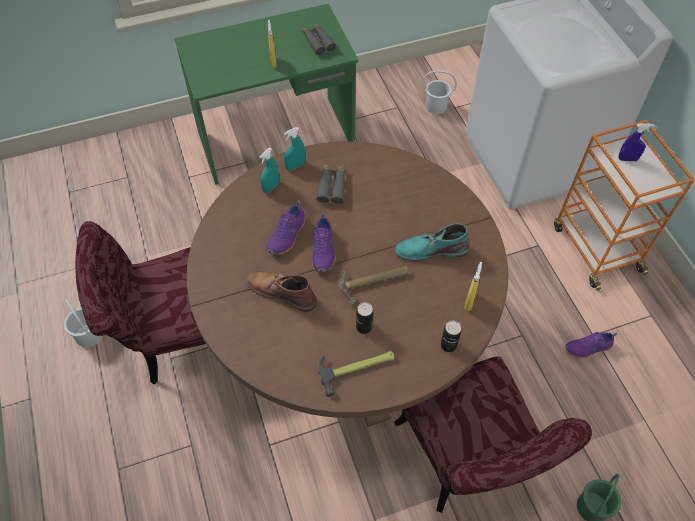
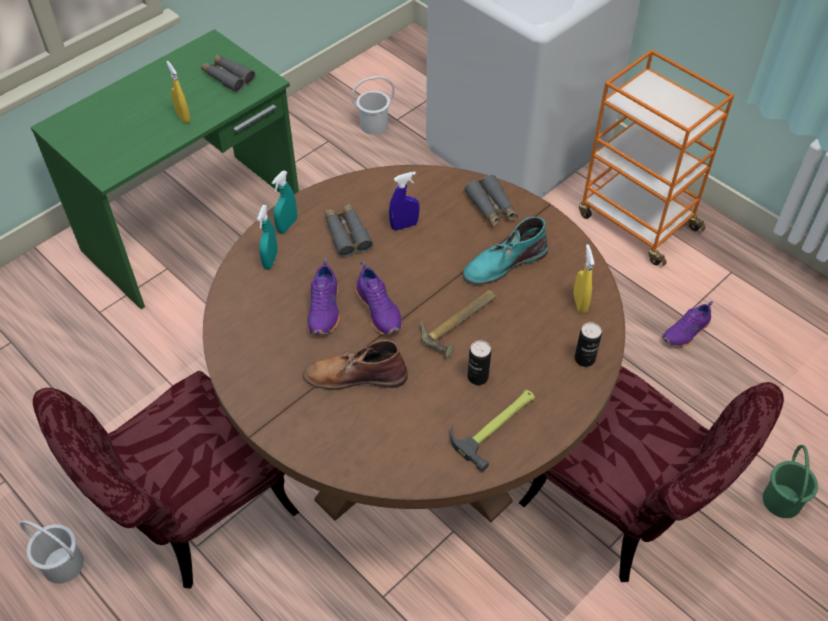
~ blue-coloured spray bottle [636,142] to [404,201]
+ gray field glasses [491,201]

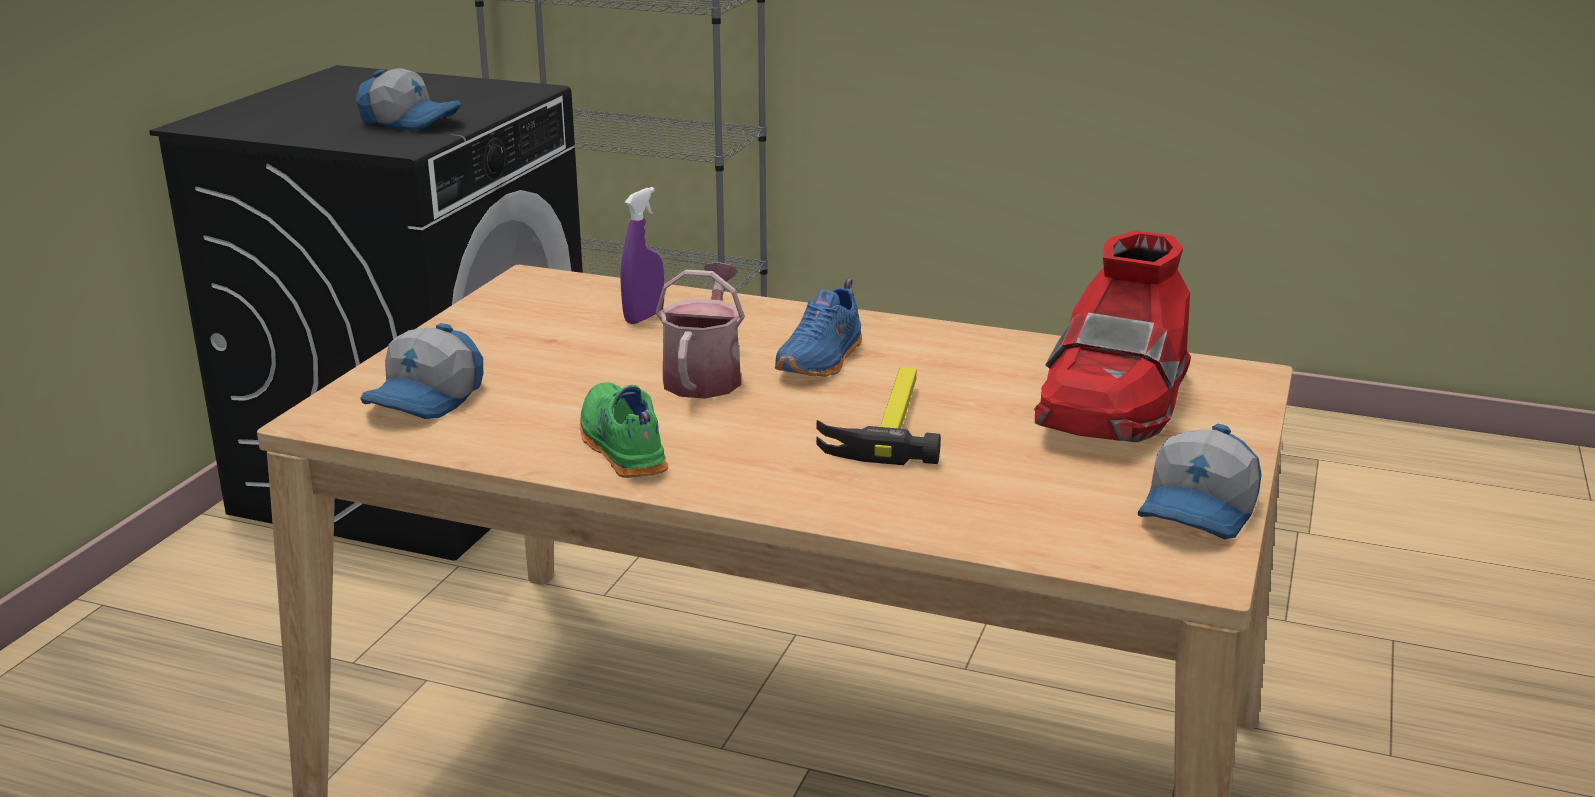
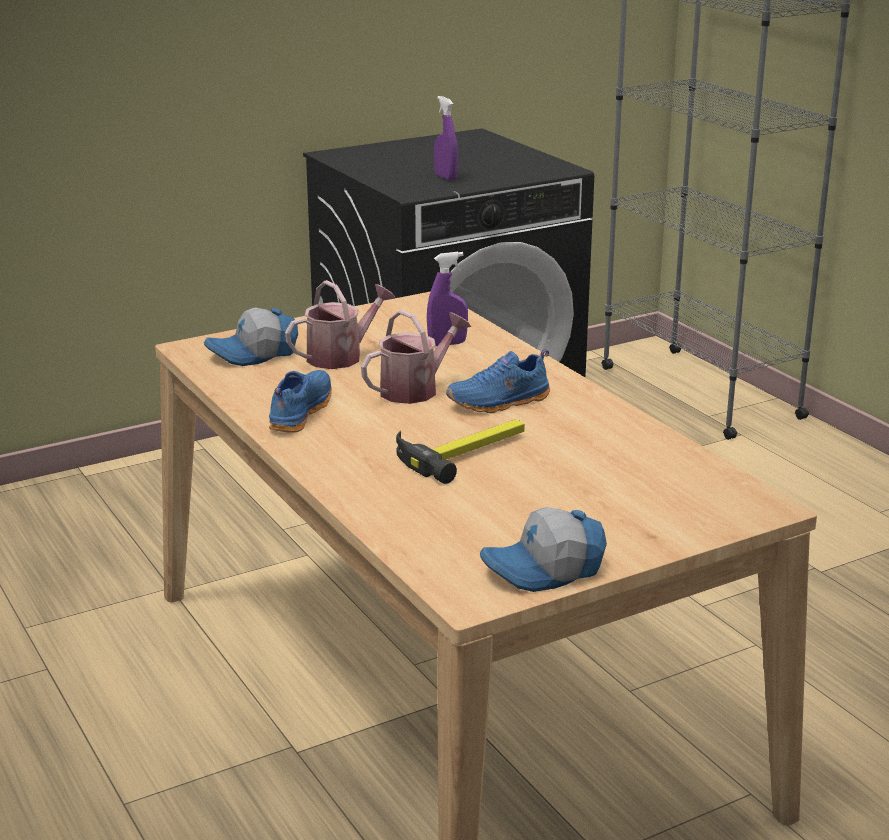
~ peaked cap [408,99] to purplish spray bottle [446,138]
~ green-coloured low shoe [624,430] to blue-coloured low shoe [300,401]
- red boot [1112,336]
+ watering pot [340,324]

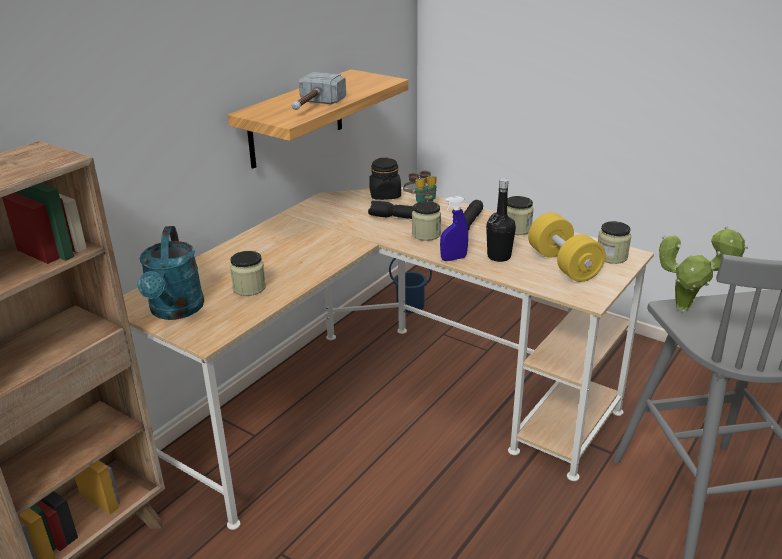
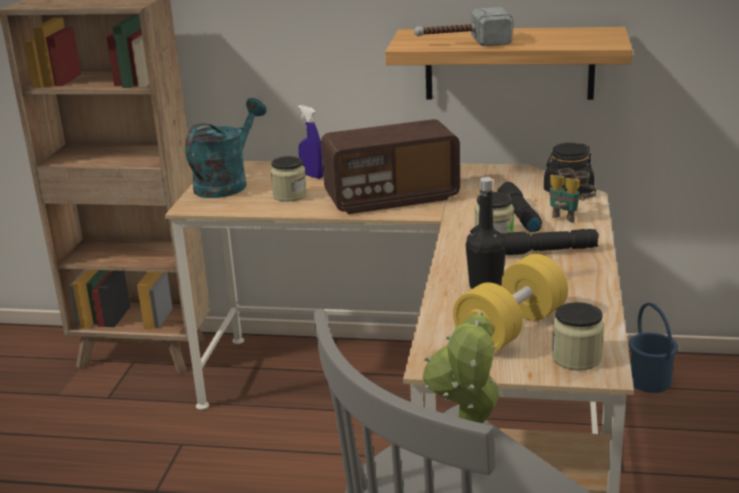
~ turquoise watering pot [171,273] = [226,148] 150 degrees clockwise
~ blue-coloured spray bottle [454,228] to [310,142]
- storage jar [520,215]
+ radio [390,166]

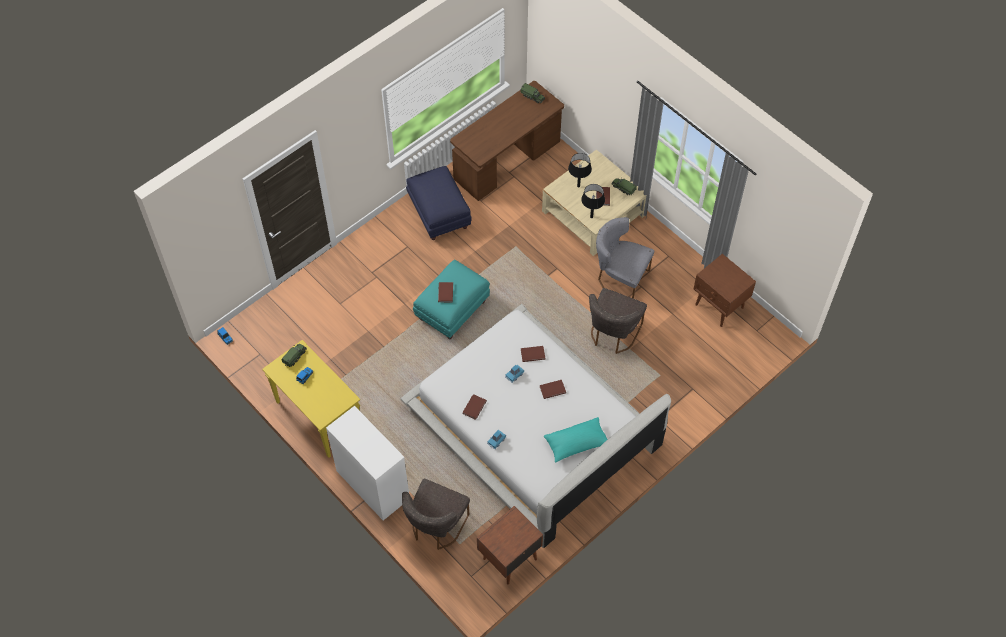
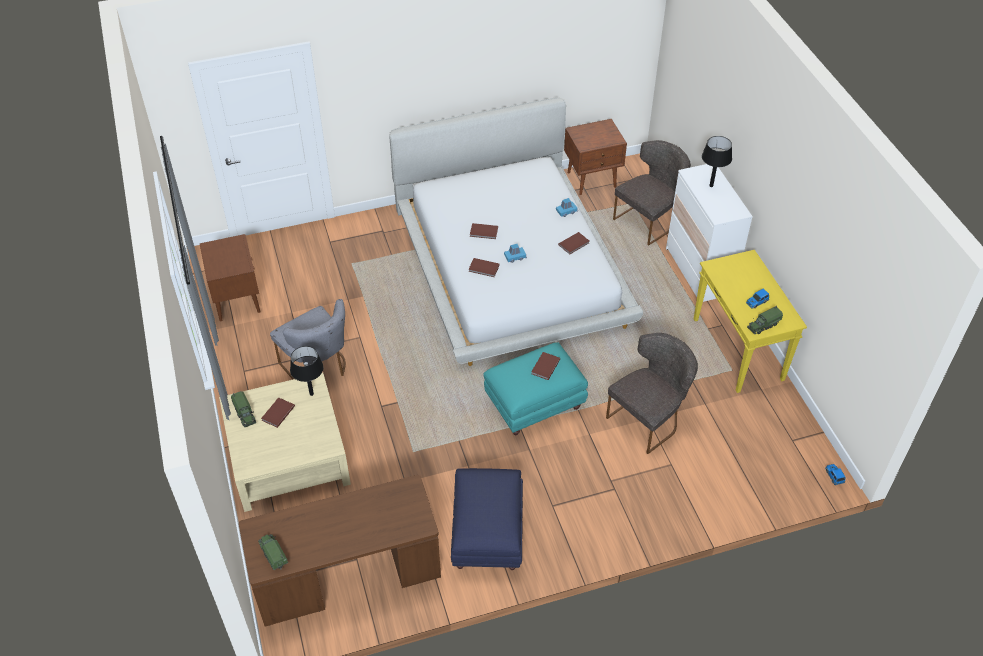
- turquoise throw pillow [576,439]
~ black-coloured table lamp [580,170] to [717,161]
~ gray plain chair [618,321] to [652,393]

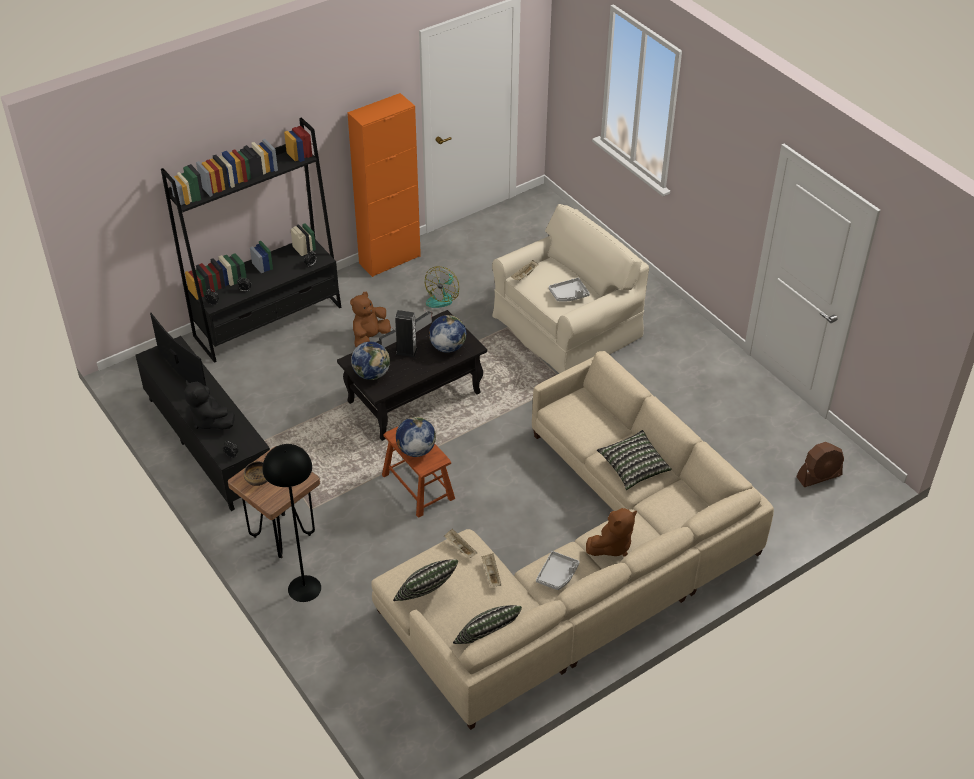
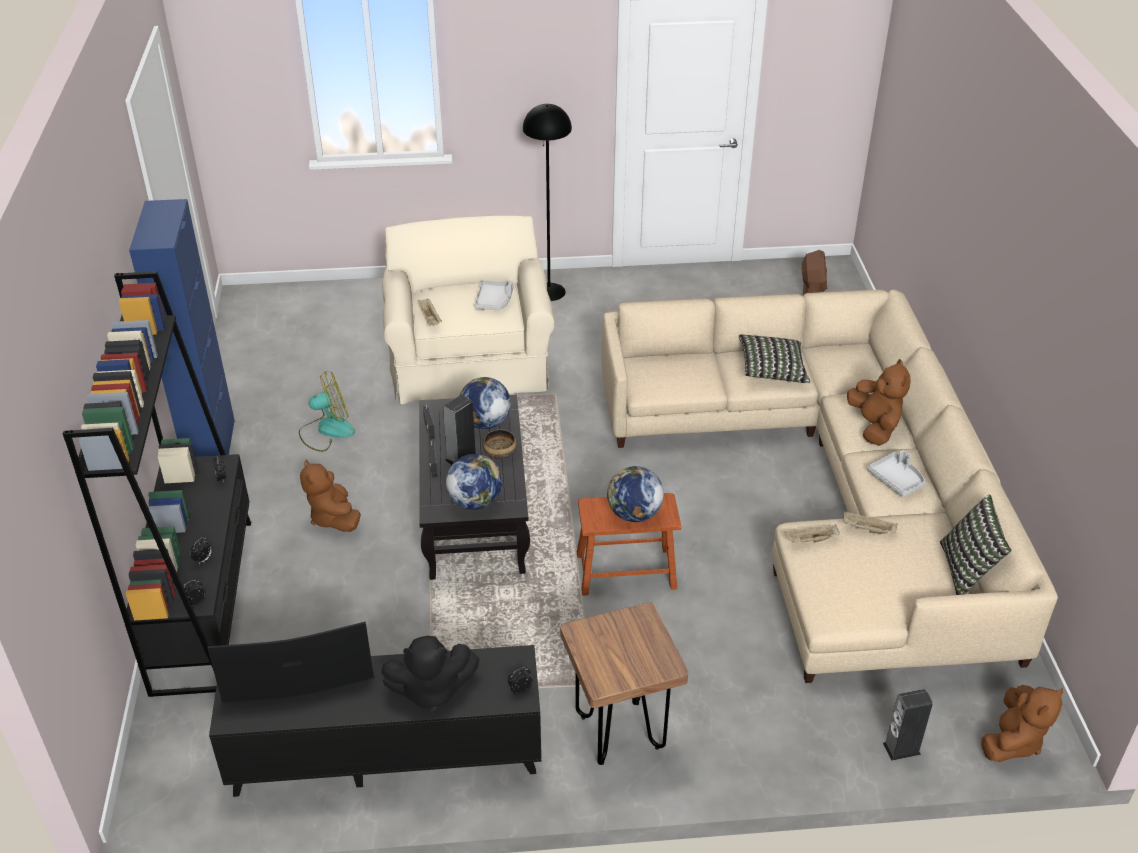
~ serving bowl [255,473] to [500,444]
~ black-coloured floor lamp [291,523] to [547,202]
~ orangey cupboard [384,185] to blue-coloured cupboard [182,328]
- throw pillow [425,580]
~ fan [442,287] = [327,411] 75 degrees counterclockwise
+ speaker [908,725]
+ brown soft toy [1022,723]

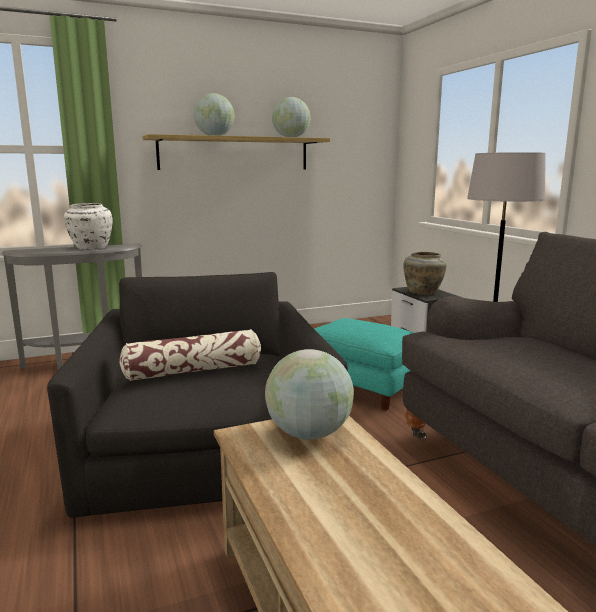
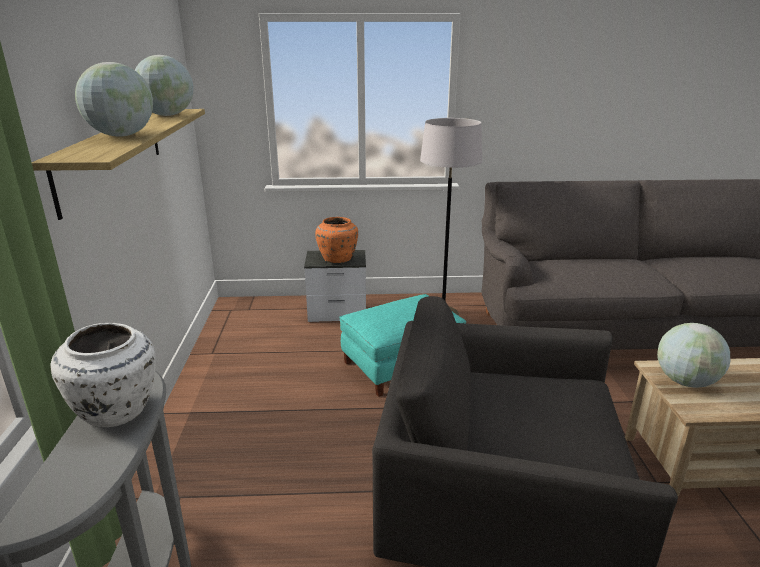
- throw pillow [190,355]
~ beige decorative vase [424,273] to orangey decorative vase [336,240]

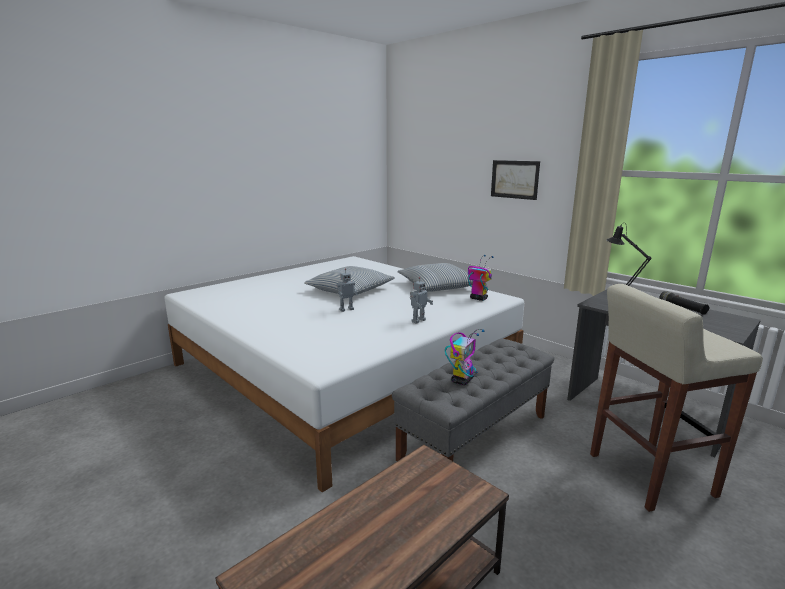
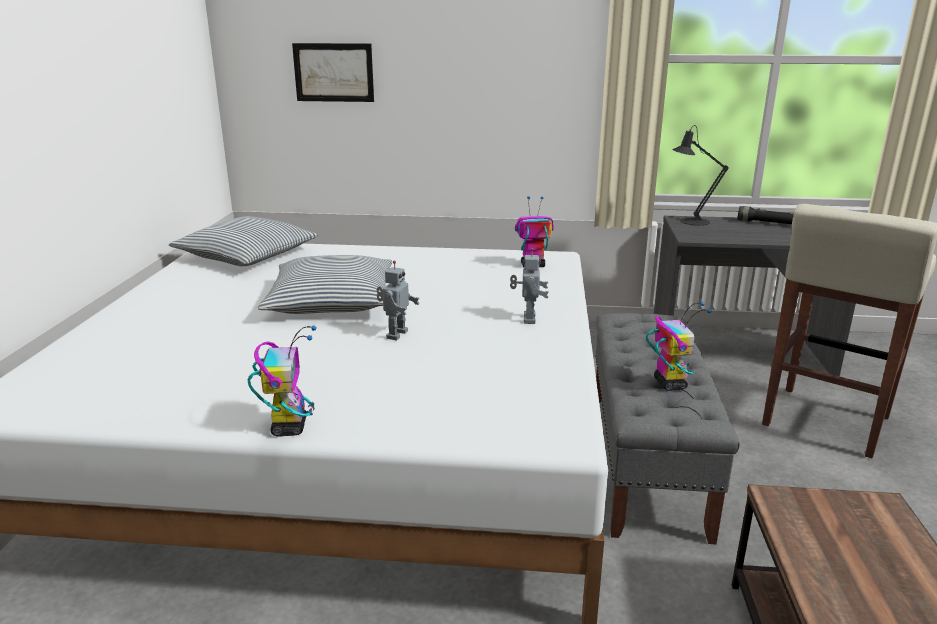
~ throw pillow [435,277] to [243,241]
~ wall picture [515,180] to [333,72]
+ model robot [282,381]

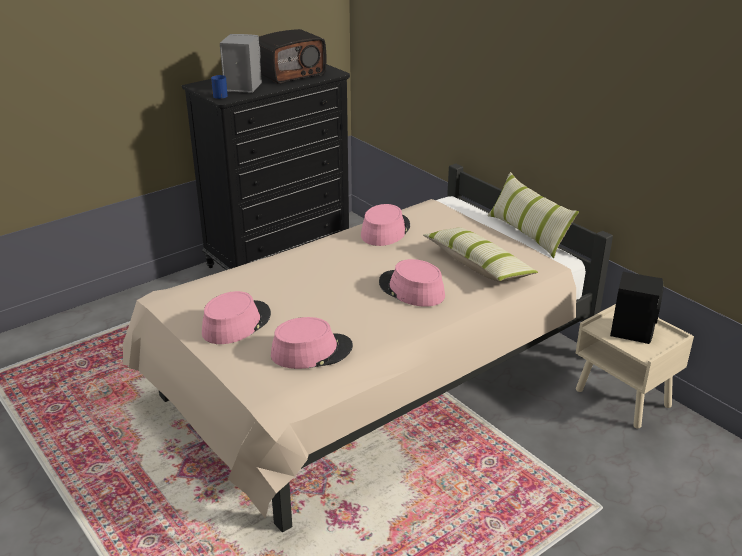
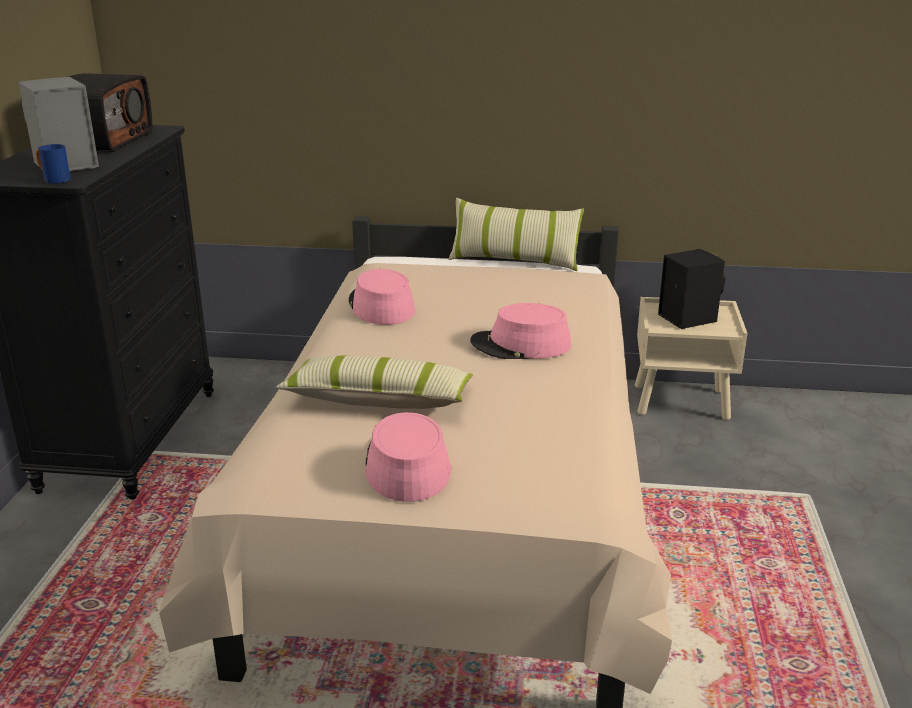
- pink wearable hat [312,343]
~ throw pillow [480,254] to [374,382]

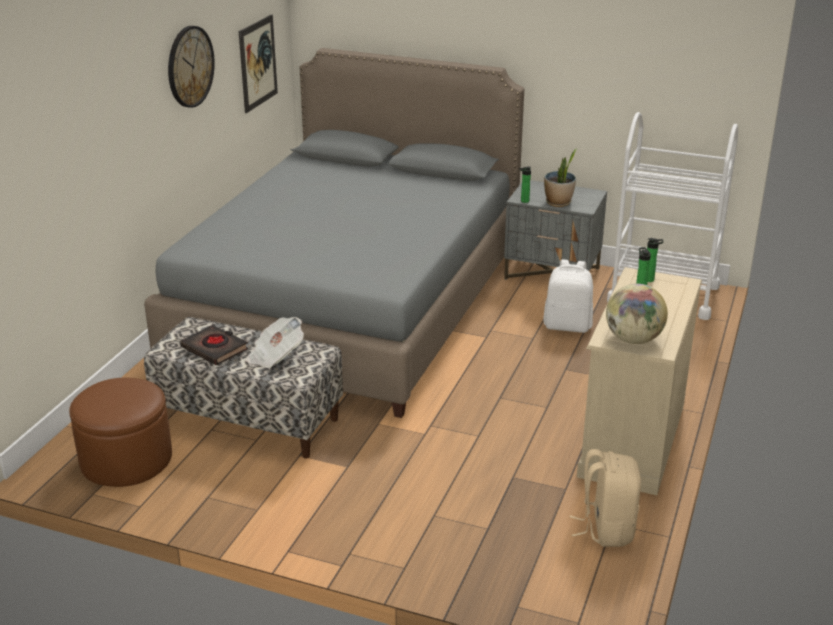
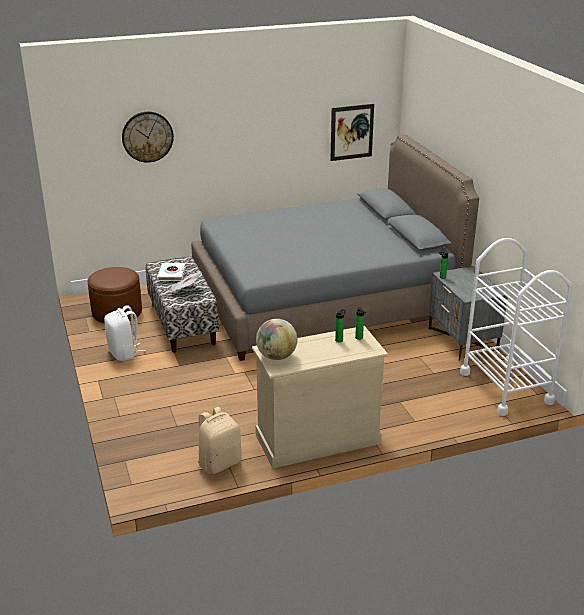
~ clock on the wall [191,67] to [148,137]
~ black-coloured volume [214,345] to whitish volume [171,272]
- potted plant [560,178]
~ whitish rucksack [568,296] to [125,333]

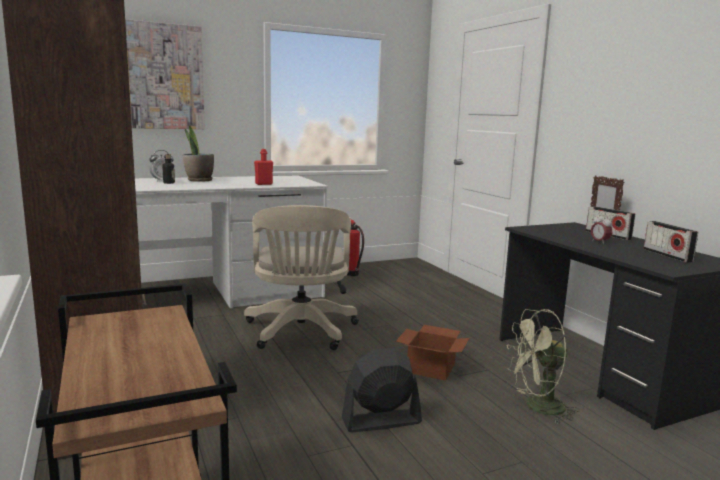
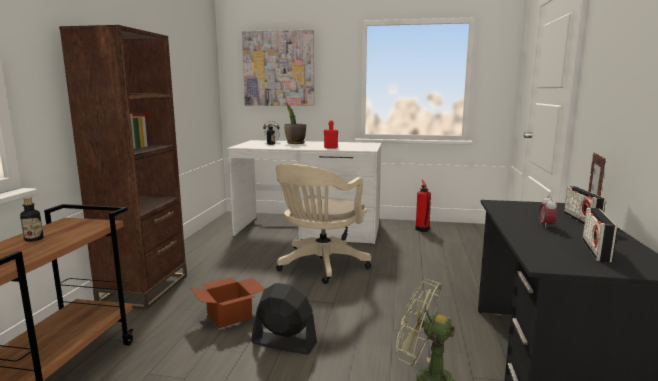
~ cardboard box [432,353] to [227,302]
+ bottle [31,219]

